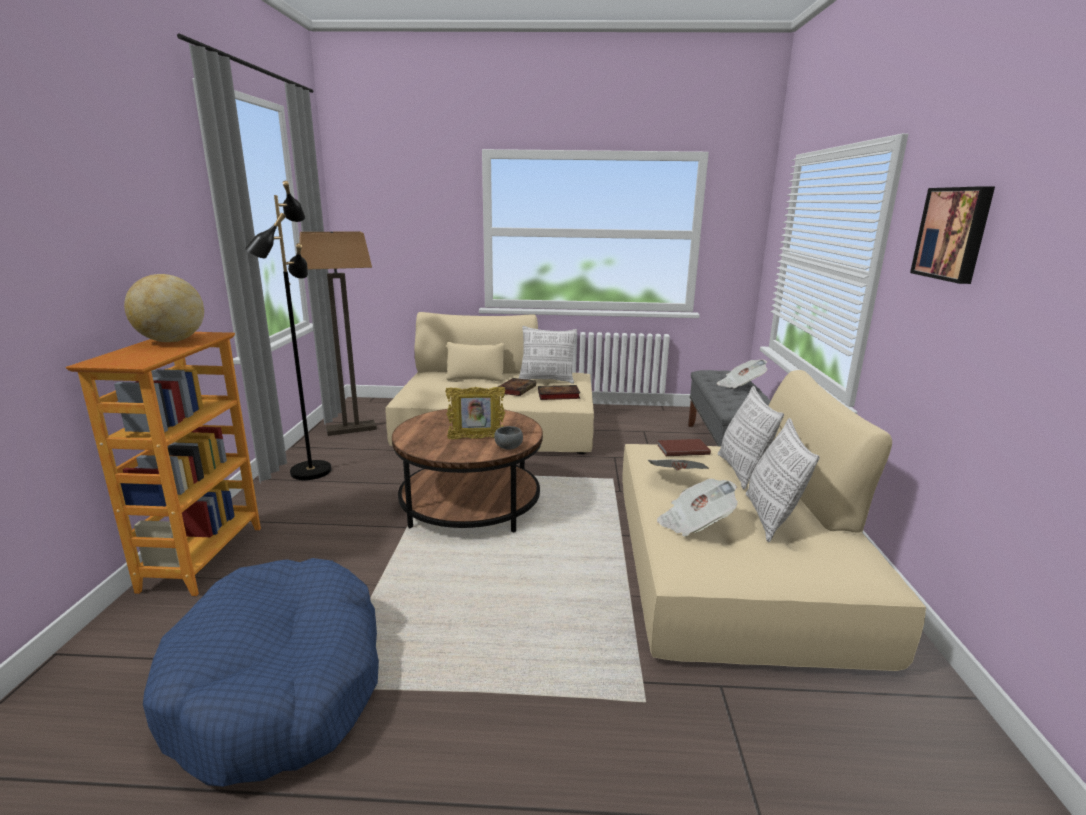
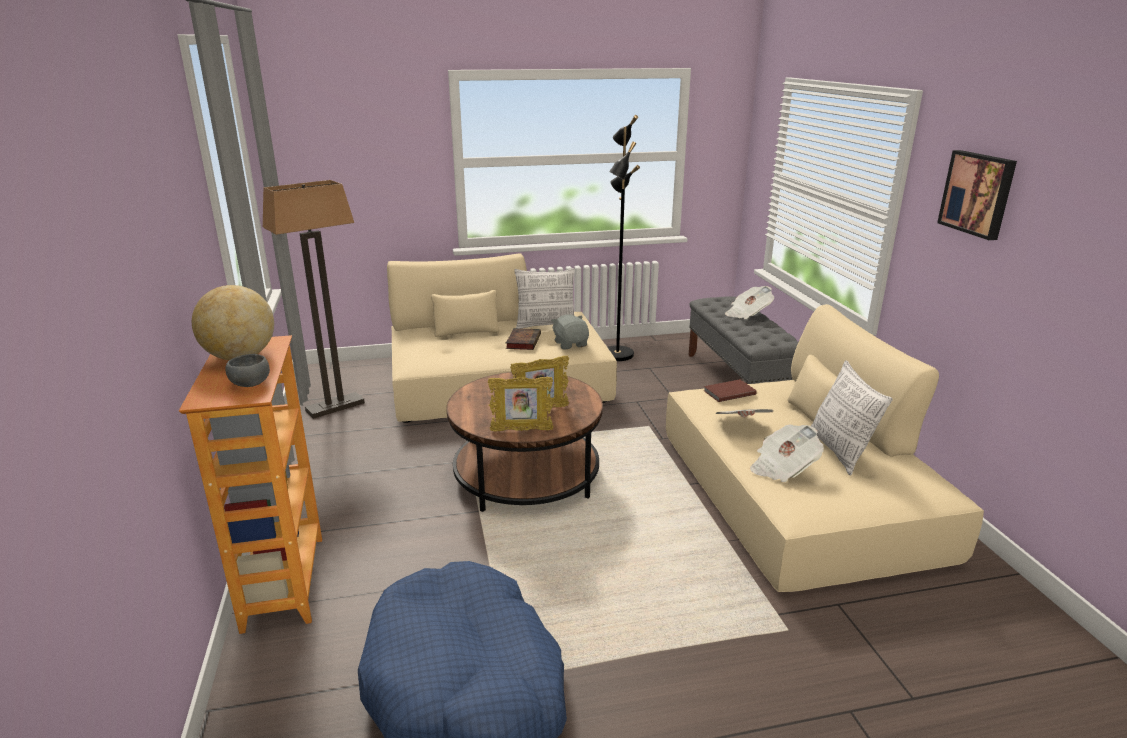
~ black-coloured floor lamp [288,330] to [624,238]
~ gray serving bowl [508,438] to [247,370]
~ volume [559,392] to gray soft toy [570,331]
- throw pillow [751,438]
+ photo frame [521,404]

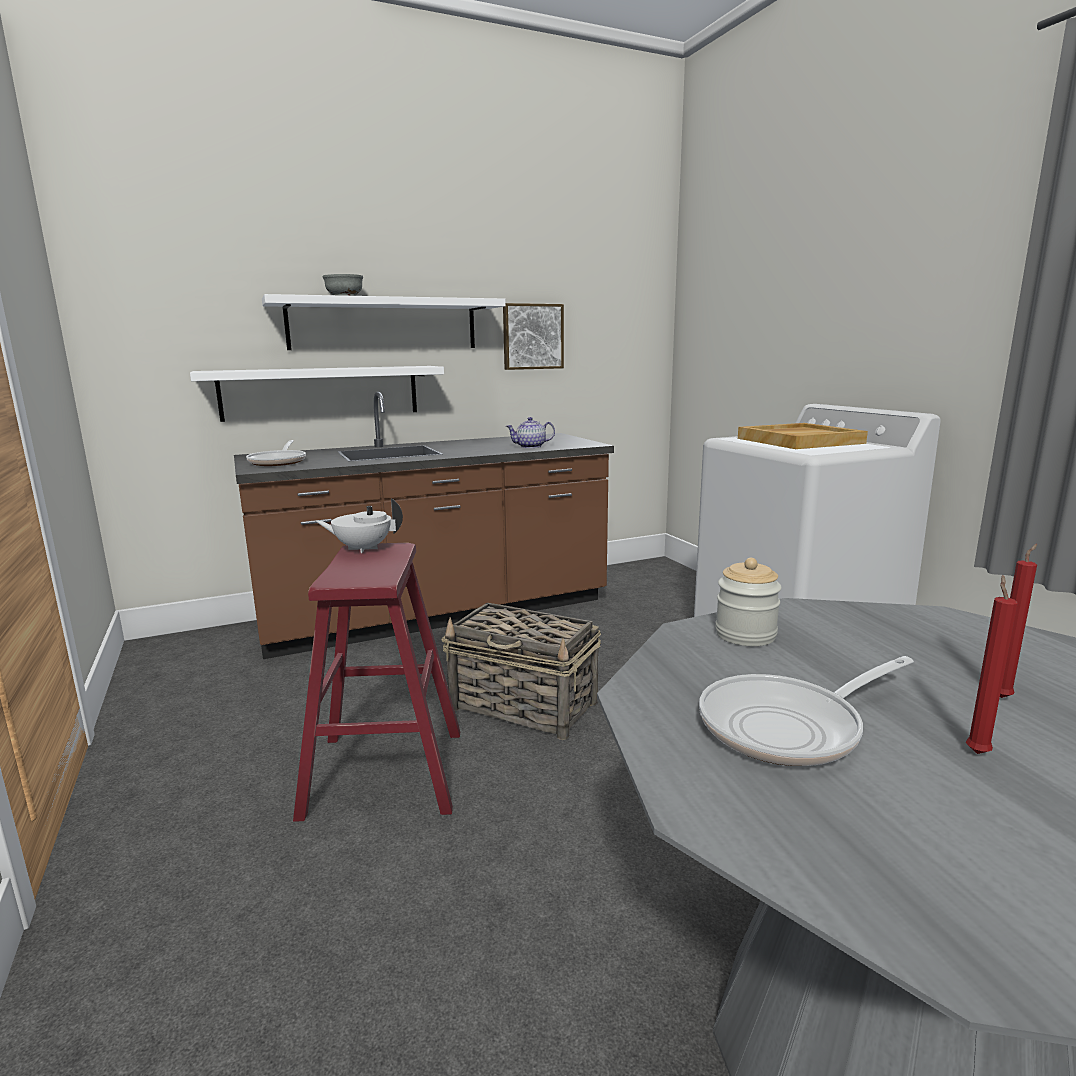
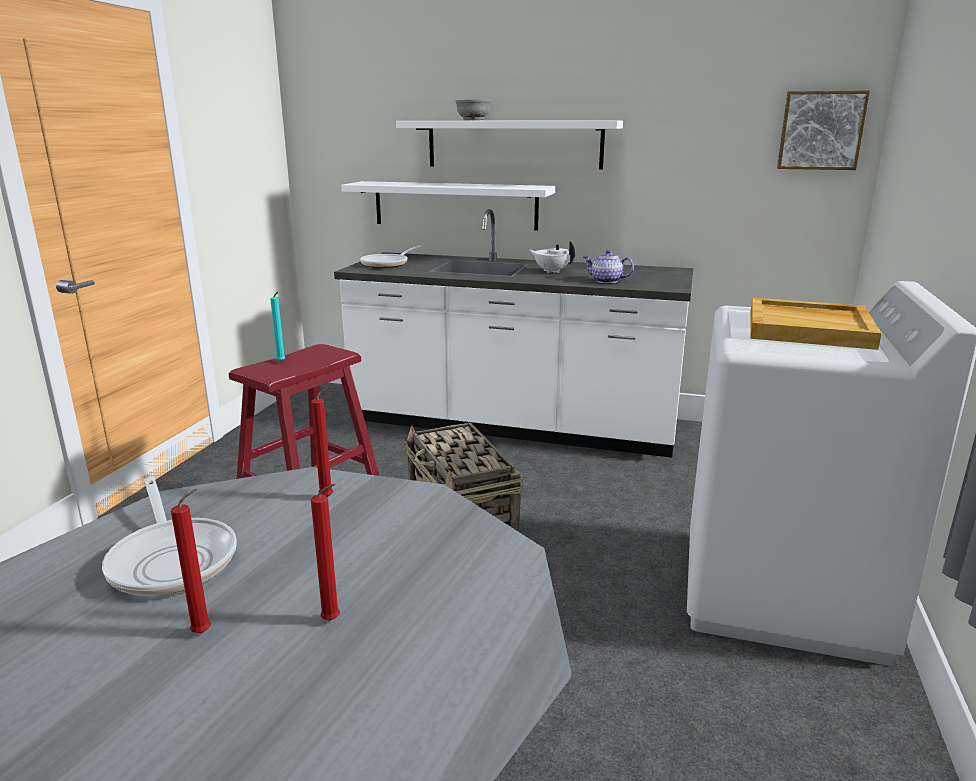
~ brown counter [424,525] to whitish counter [513,333]
~ whitish teapot [359,525] to [552,257]
~ wall picture [533,336] to [823,130]
~ pan [806,711] = [169,536] 135 degrees counterclockwise
~ storage jar [748,602] to red wax candle [322,441]
+ turquoise wax candle [277,327]

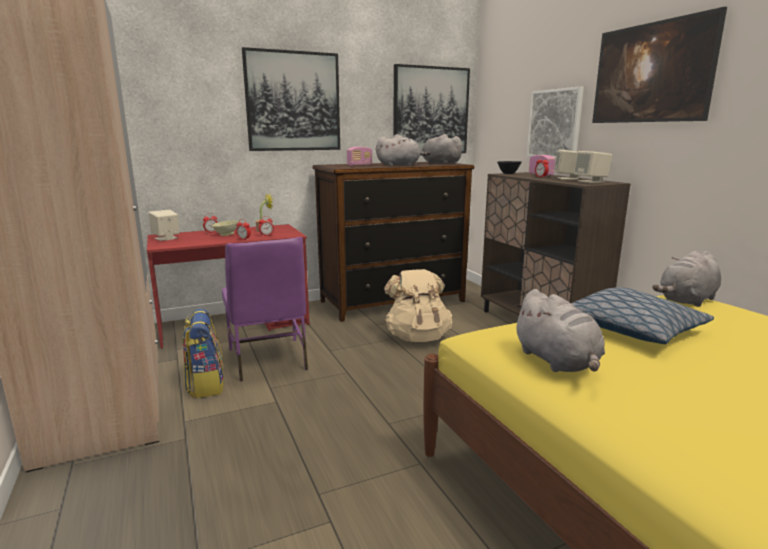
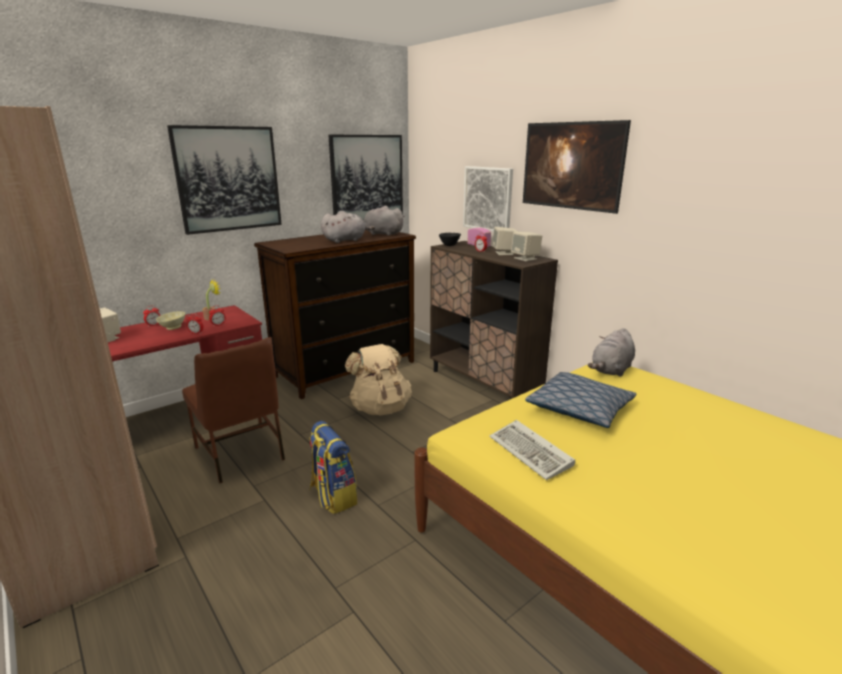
~ rucksack [203,353] to [333,467]
~ purplish plain chair [265,309] to brown plain chair [233,410]
- radio [359,156]
~ gray soft toy [559,330] to PC keyboard [532,450]

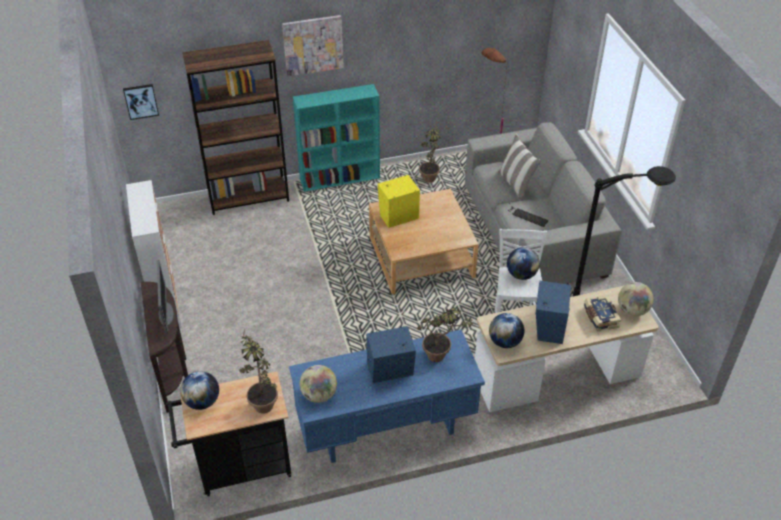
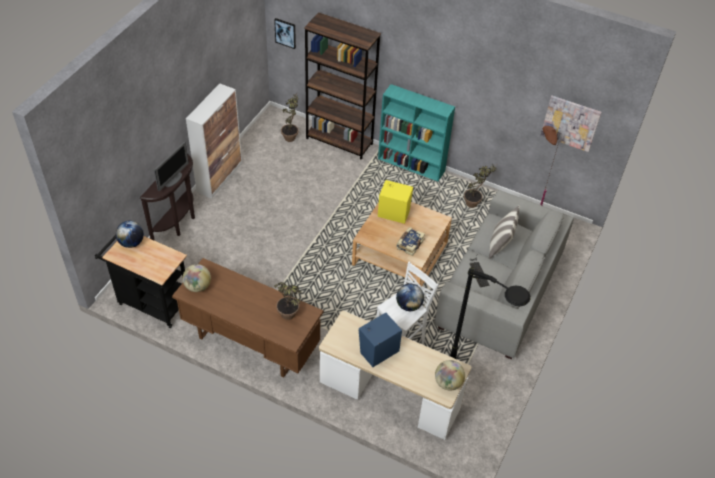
~ potted plant [259,371] to [290,118]
~ wall picture [313,45] to [571,123]
~ blue-coloured desk table [387,396] to brown desk table [247,317]
- blue-coloured speaker [391,354]
- world globe [506,330]
~ volume [602,313] to [411,241]

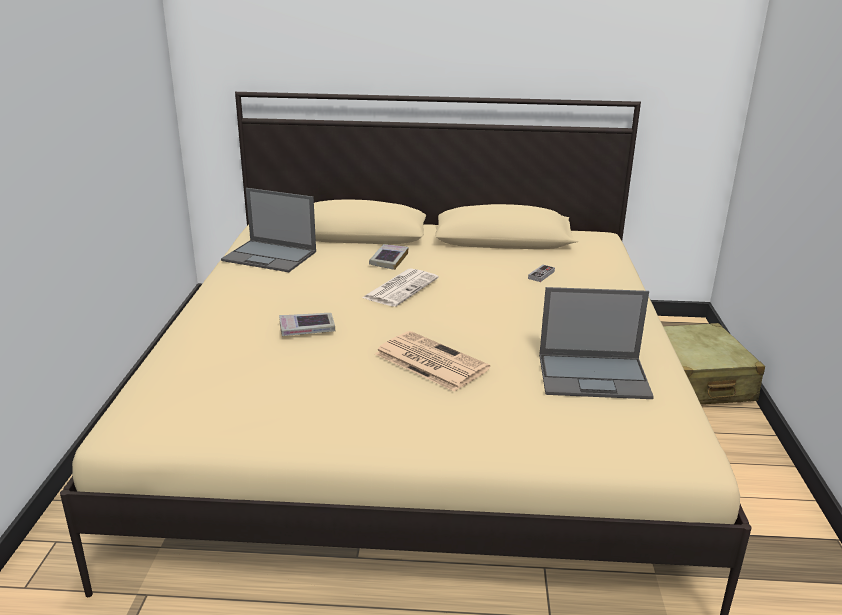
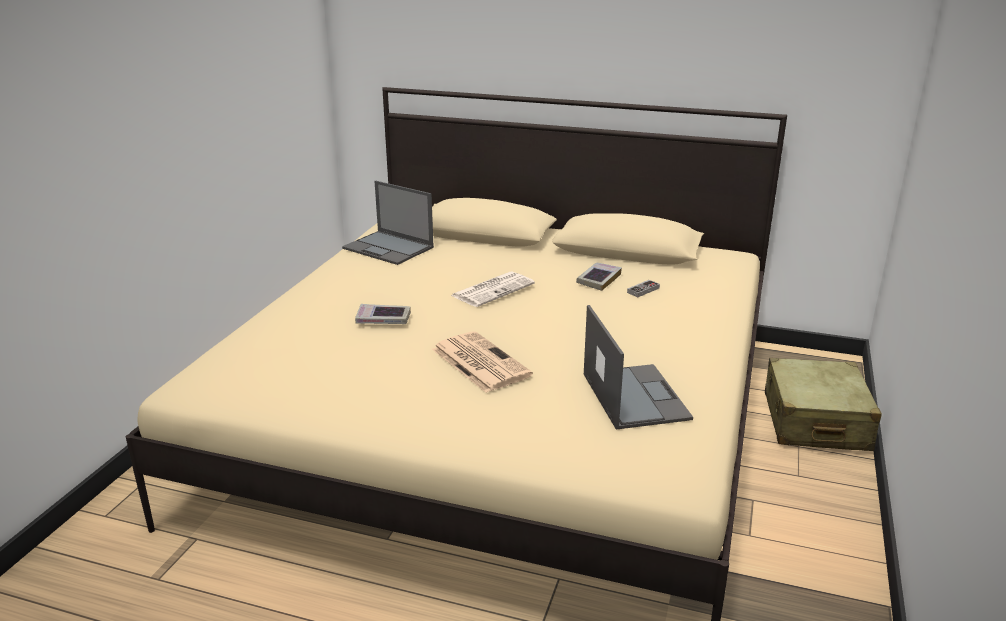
~ volume [389,257] to [599,277]
~ laptop [596,343] = [638,367] 120 degrees counterclockwise

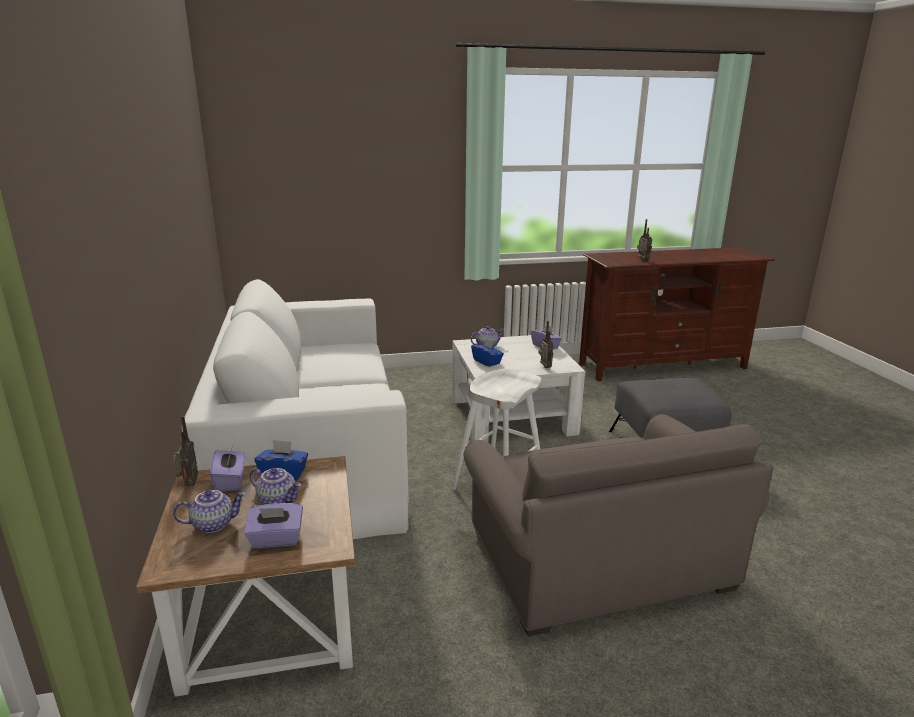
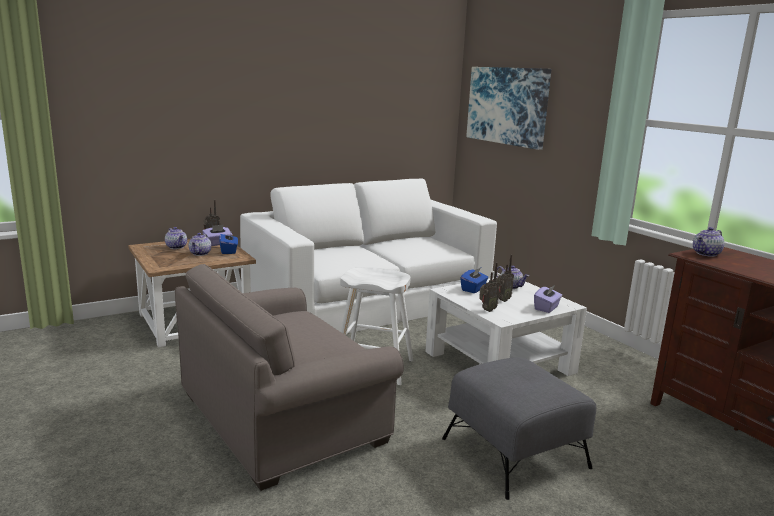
- purplish tissue box [273,525]
~ radio [644,240] to [505,278]
+ wall picture [508,108]
+ teapot [709,242]

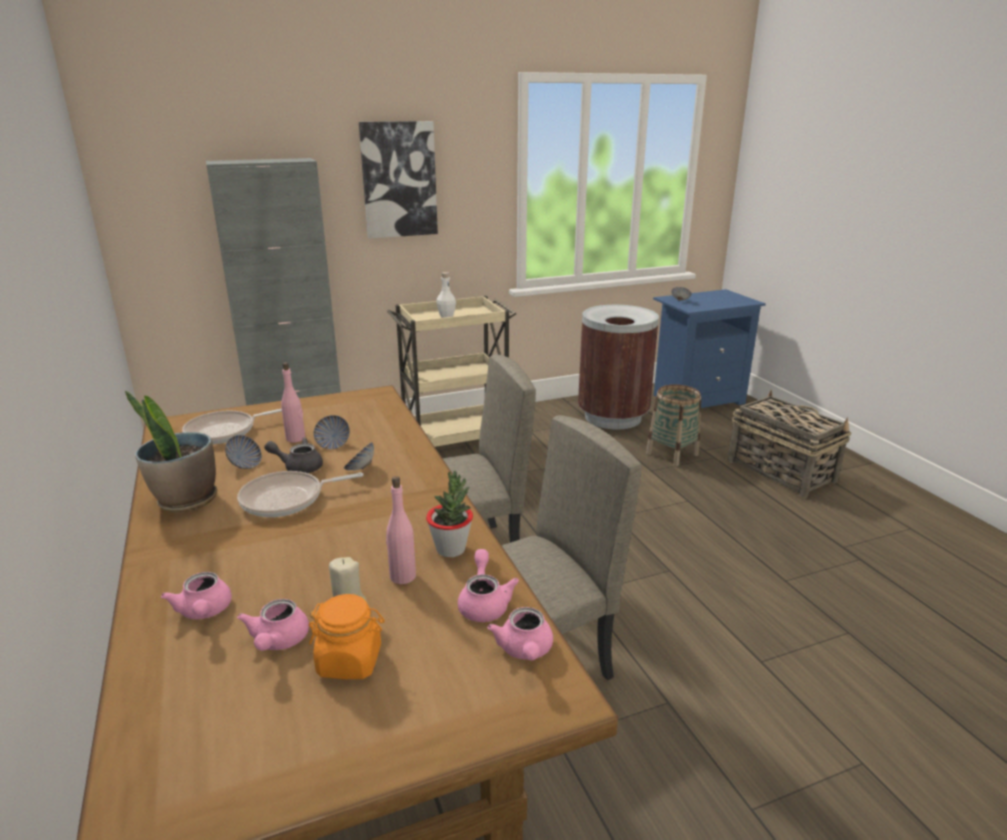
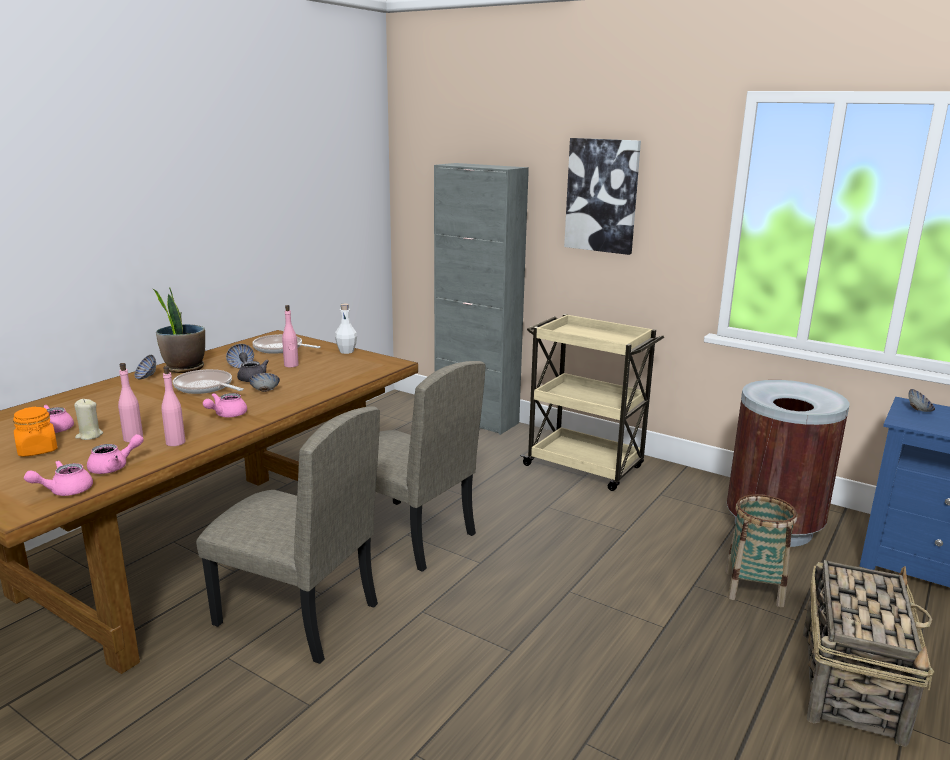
~ pink teapot [196,595] to [225,405]
~ serving bowl [331,432] to [145,367]
~ potted plant [449,513] to pink bottle [173,406]
~ whitish bottle [446,295] to [346,328]

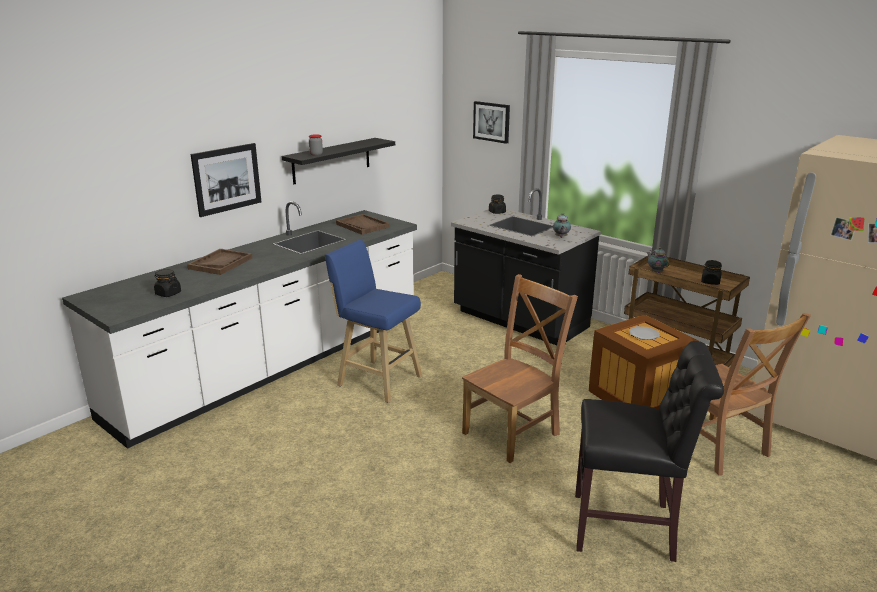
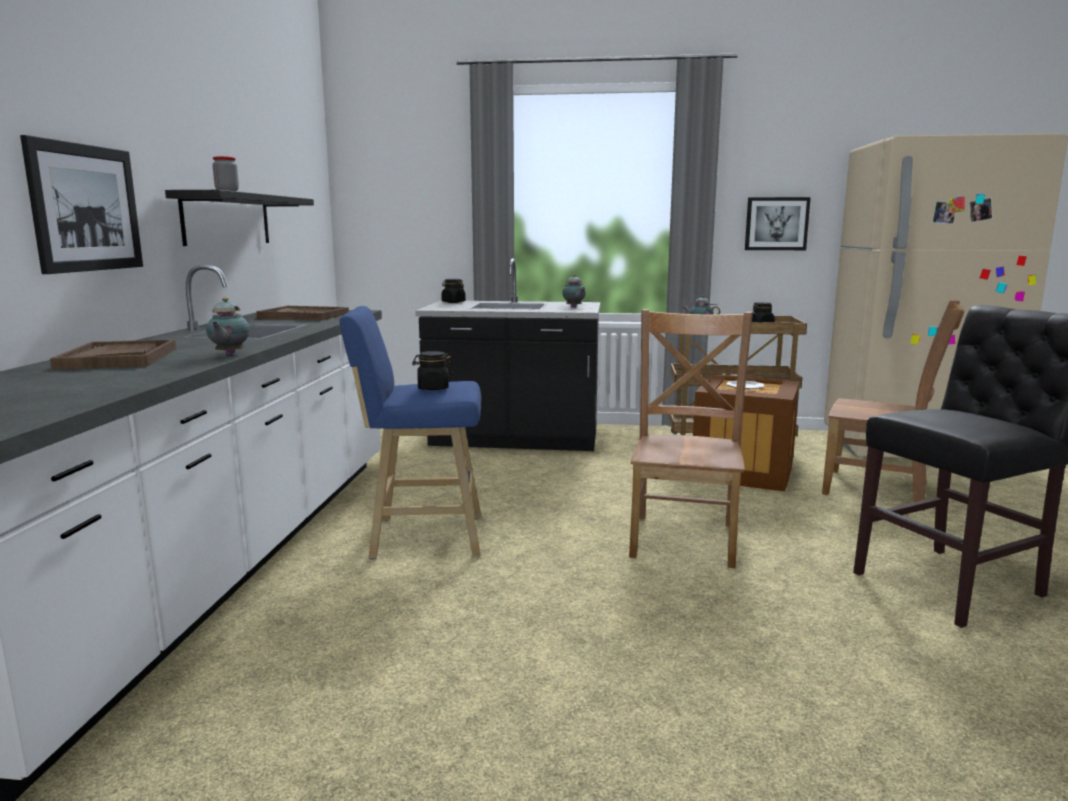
~ black-coloured storage jar [167,283] to [432,370]
~ wall picture [491,122] to [778,223]
+ teapot [228,326]

